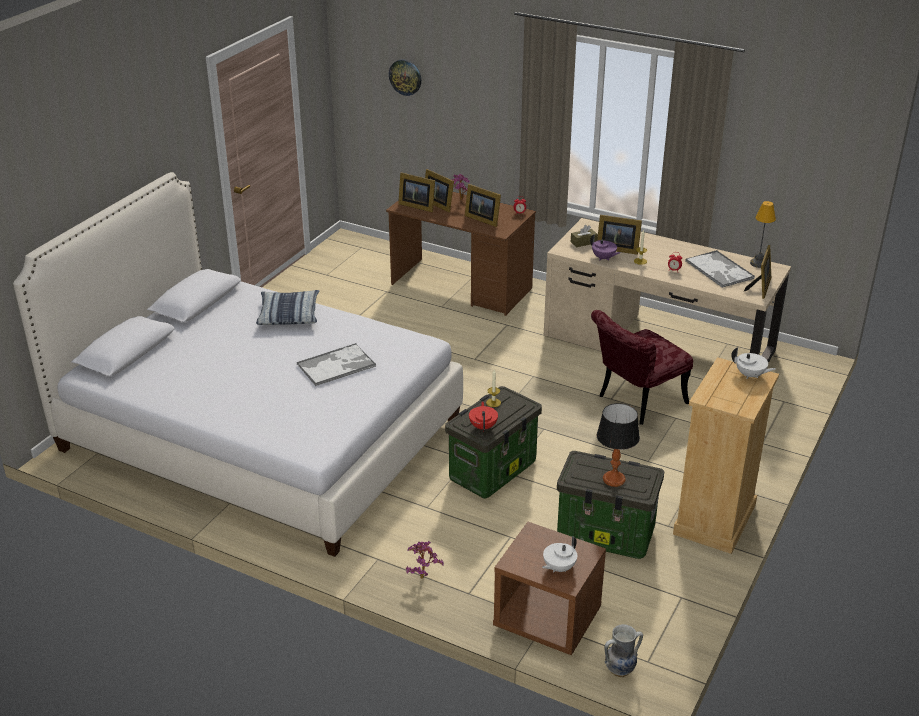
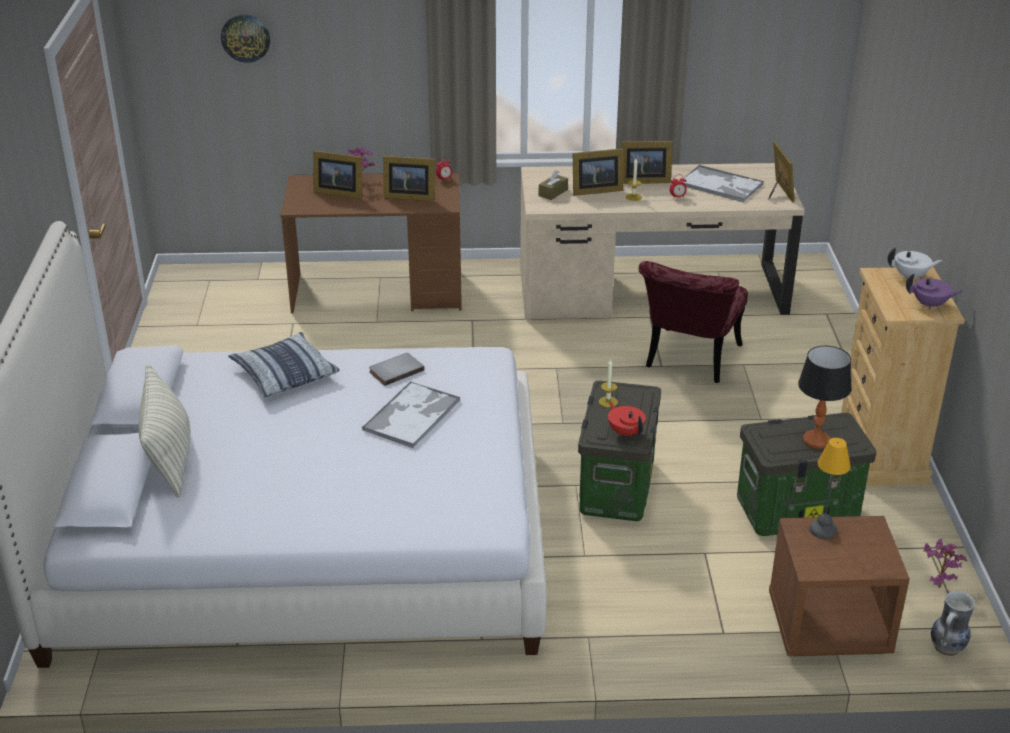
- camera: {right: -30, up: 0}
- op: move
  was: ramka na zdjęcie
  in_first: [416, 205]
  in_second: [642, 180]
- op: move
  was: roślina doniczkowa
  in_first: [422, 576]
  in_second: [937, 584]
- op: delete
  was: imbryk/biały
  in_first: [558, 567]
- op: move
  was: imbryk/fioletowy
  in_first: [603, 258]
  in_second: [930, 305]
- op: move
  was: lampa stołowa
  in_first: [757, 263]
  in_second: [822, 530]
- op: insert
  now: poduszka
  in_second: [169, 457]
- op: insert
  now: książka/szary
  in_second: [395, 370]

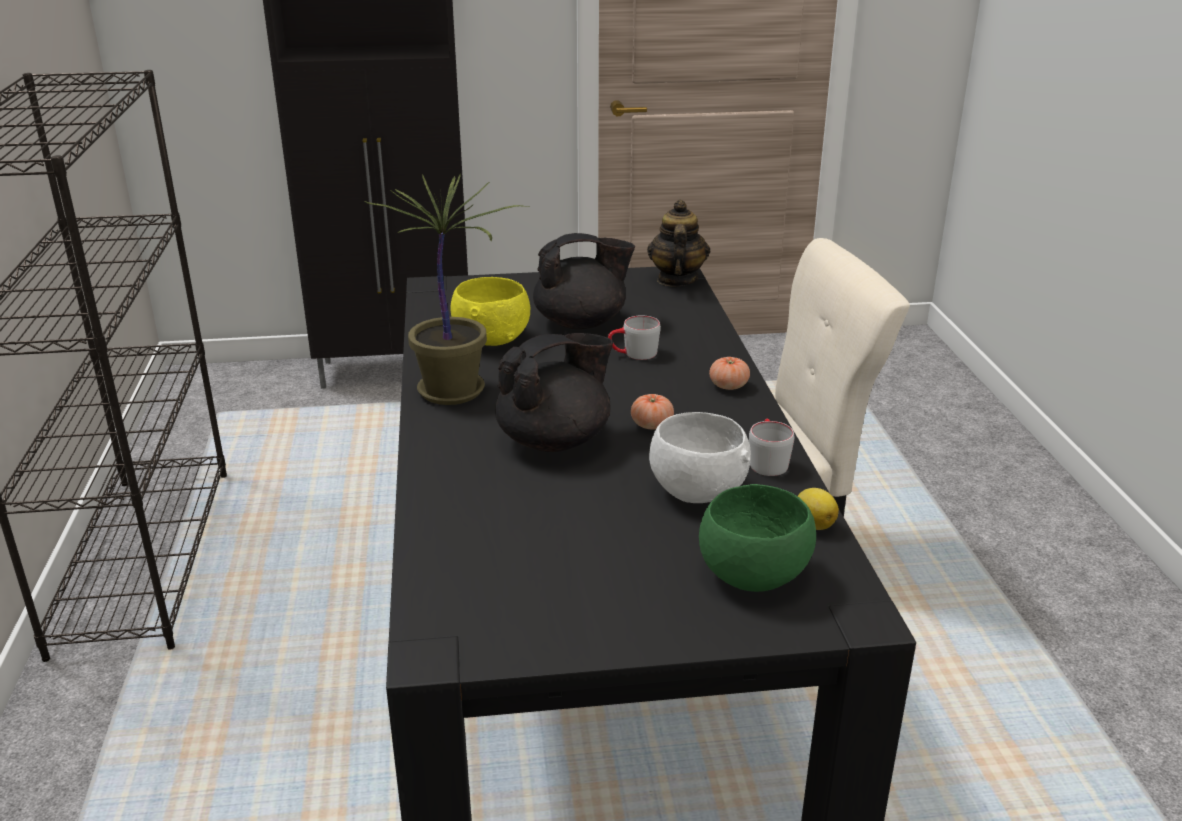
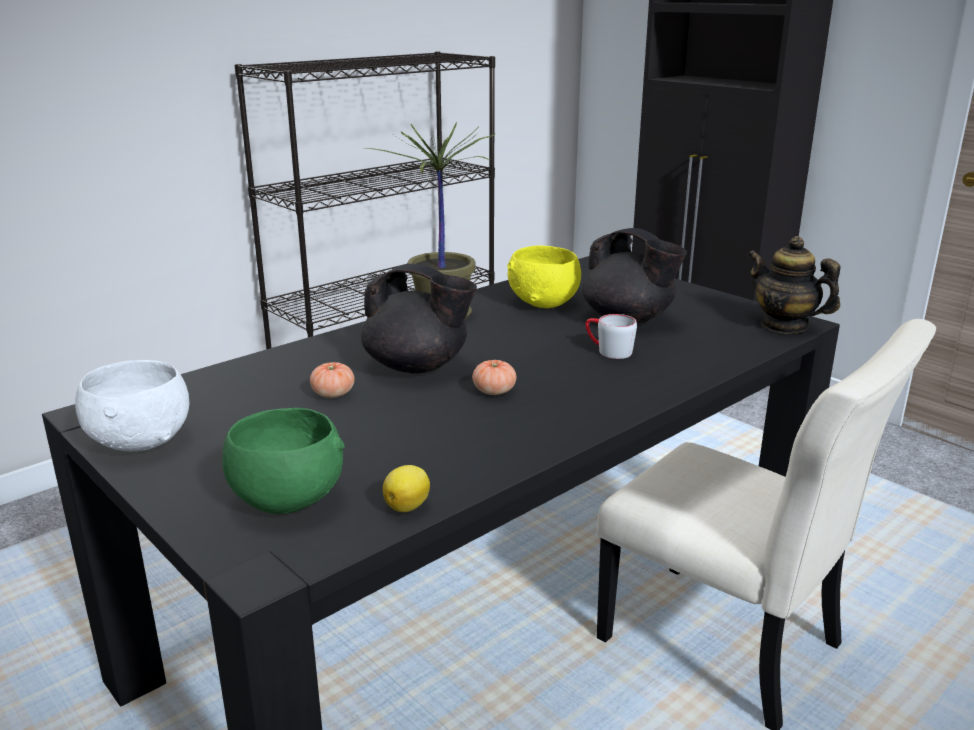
- camera: {right: 55, up: -5}
- op: rotate
  was: imbryk
  in_first: [676, 280]
  in_second: [784, 325]
  clockwise: -105
- op: move
  was: miska/biały
  in_first: [696, 491]
  in_second: [141, 441]
- op: move
  was: pomidor
  in_first: [728, 386]
  in_second: [333, 394]
- op: delete
  was: kubek/szary
  in_first: [767, 461]

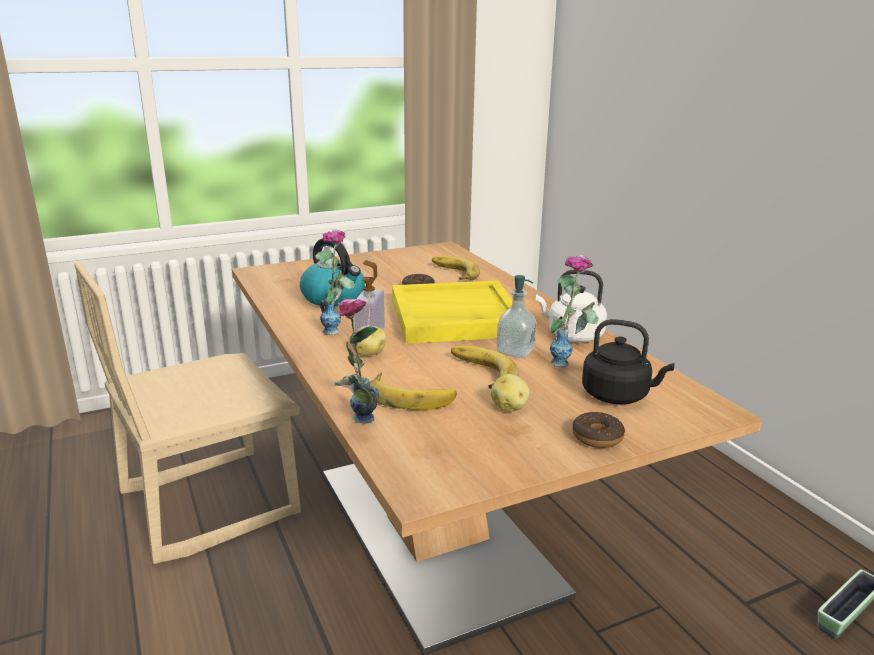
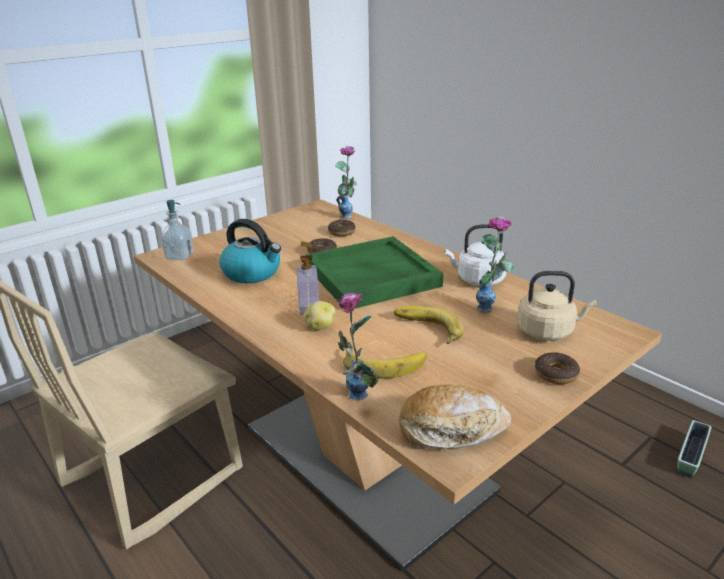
- camera: {right: -15, up: 5}
- op: move
  was: wazon
  in_first: [338, 328]
  in_second: [348, 214]
- op: recolor
  was: taca/żółty
  now: taca/zielony
  in_first: [454, 317]
  in_second: [371, 277]
- op: replace
  was: banan
  now: donut
  in_first: [452, 273]
  in_second: [341, 232]
- op: delete
  was: ziemniak
  in_first: [510, 407]
- op: move
  was: dozownik mydła
  in_first: [515, 352]
  in_second: [179, 256]
- op: recolor
  was: czajnik/czarny
  now: czajnik/beżowy
  in_first: [618, 396]
  in_second: [548, 331]
- op: insert
  now: chleb
  in_second: [451, 429]

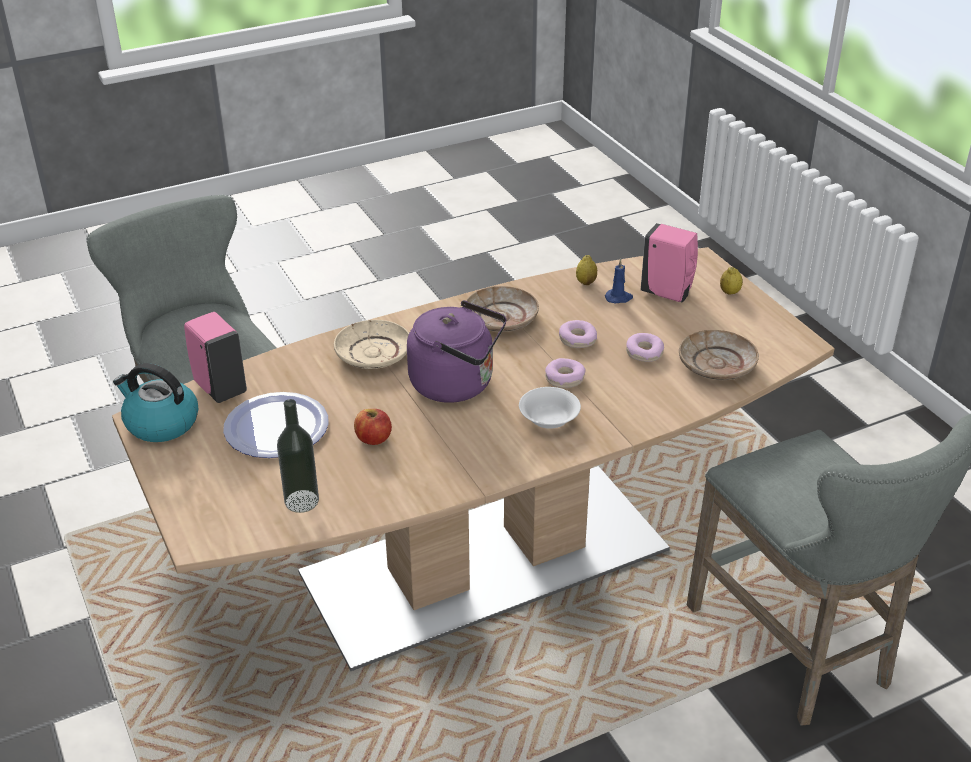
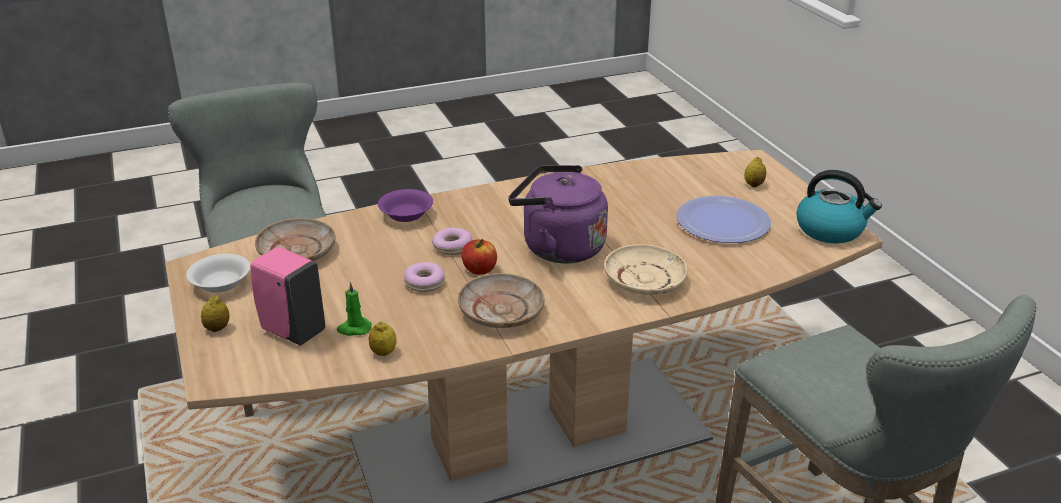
- camera: {right: -175, up: -5}
- op: delete
  was: dozownik mydła/różowy
  in_first: [219, 388]
- op: delete
  was: butelka
  in_first: [301, 501]
- op: move
  was: jabłko
  in_first: [373, 439]
  in_second: [479, 269]
- op: move
  was: miska/biały
  in_first: [548, 418]
  in_second: [221, 284]
- op: recolor
  was: świeca/niebieski
  now: świeca/zielony
  in_first: [619, 298]
  in_second: [354, 328]
- op: delete
  was: donut
  in_first: [644, 353]
- op: insert
  now: miska/fioletowy
  in_second: [407, 216]
- op: insert
  now: cytryna
  in_second: [753, 185]

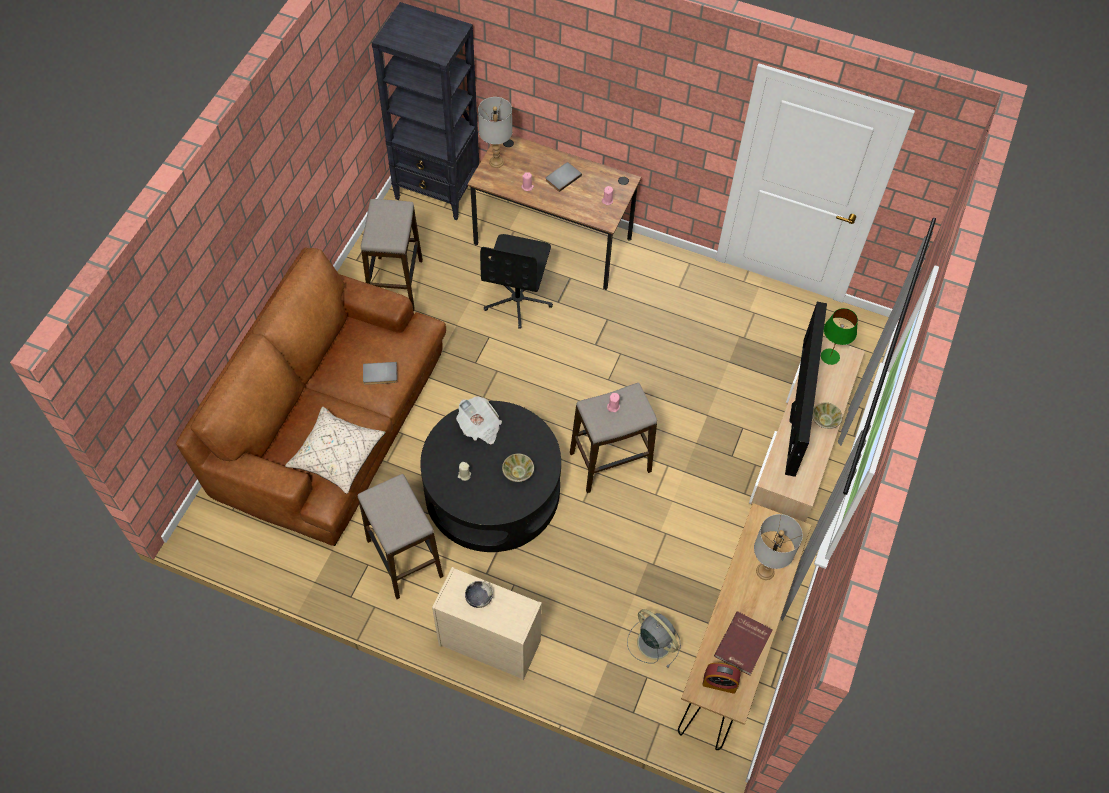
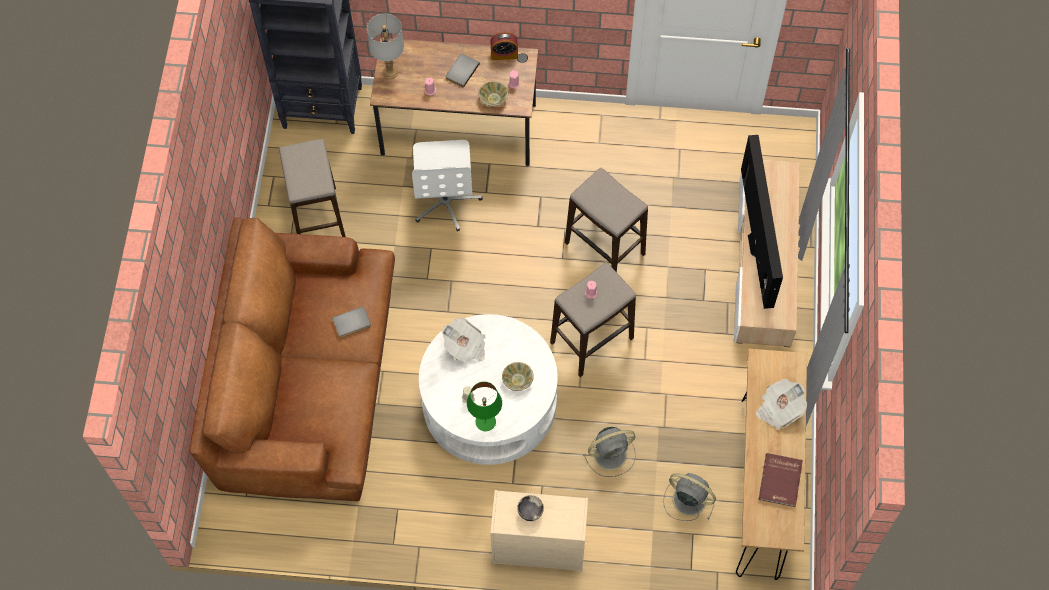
- camera: {right: -15, up: 5}
- op: delete
  was: poduszka/beżowy
  in_first: [336, 455]
- op: move
  was: stołek
  in_first: [404, 558]
  in_second: [604, 249]
- op: recolor
  was: ława/czarny
  now: ława/biały
  in_first: [492, 490]
  in_second: [489, 401]
- op: recolor
  was: krzesło biurowe/czarny
  now: krzesło biurowe/biały
  in_first: [518, 299]
  in_second: [446, 201]
- op: move
  was: budzik
  in_first: [719, 683]
  in_second: [504, 54]
- op: replace
  was: lampa stołowa/szary
  now: gazeta
  in_first: [765, 571]
  in_second: [779, 409]
- op: move
  was: miska/beżowy
  in_first: [824, 420]
  in_second: [493, 99]
- op: move
  was: lampa stołowa/zielony
  in_first: [830, 357]
  in_second: [486, 422]
- op: insert
  now: wentylator/szary
  in_second: [611, 454]

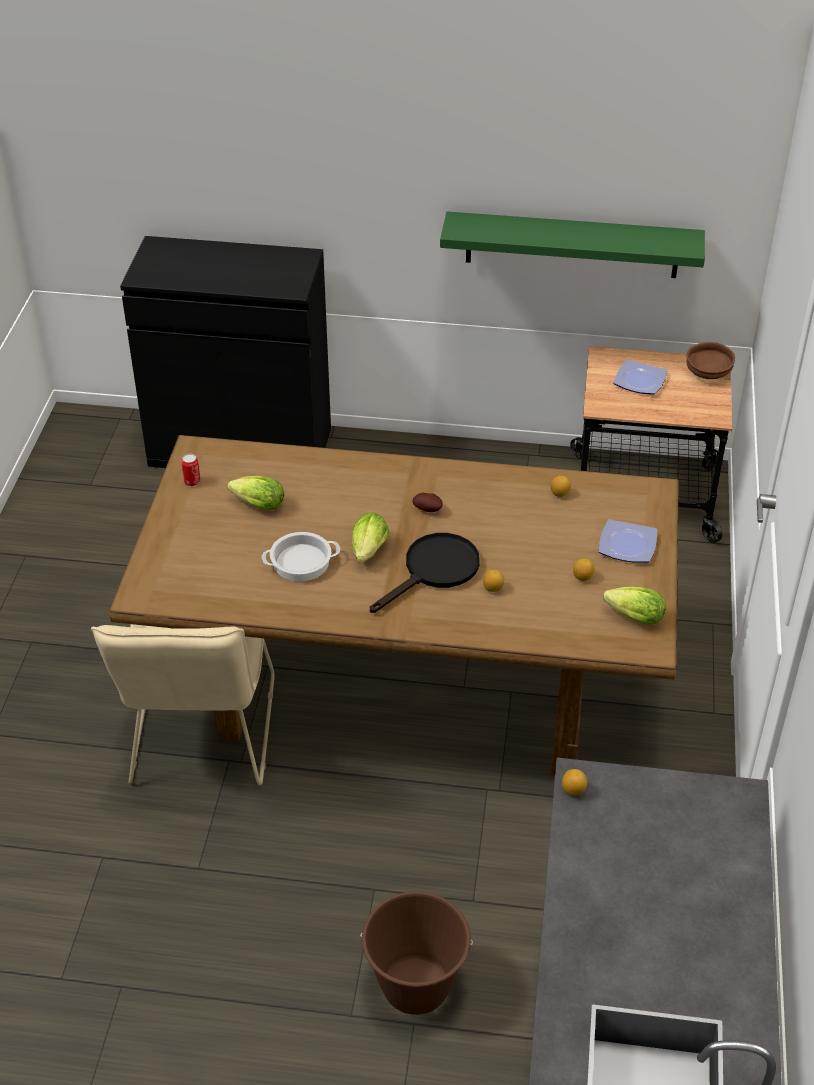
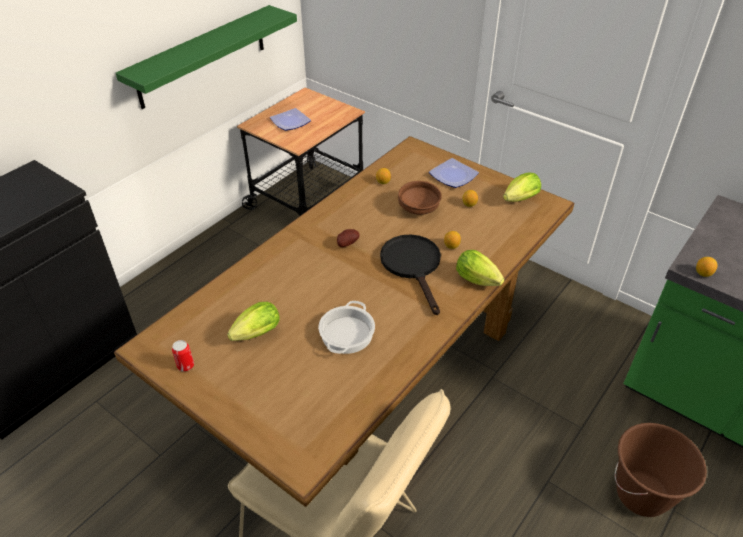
- camera: {right: -60, up: 0}
- op: move
  was: sałata
  in_first: [368, 553]
  in_second: [479, 281]
- op: move
  was: miska/brązowy
  in_first: [707, 374]
  in_second: [418, 209]

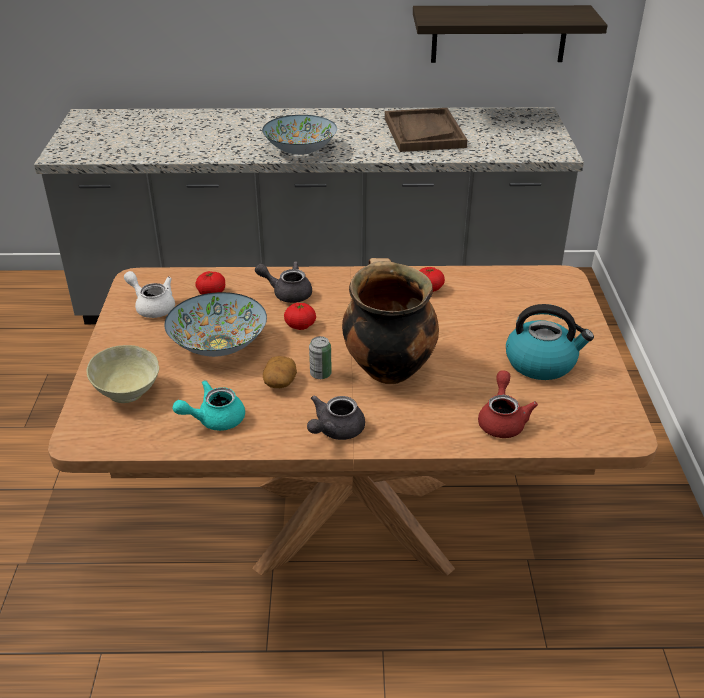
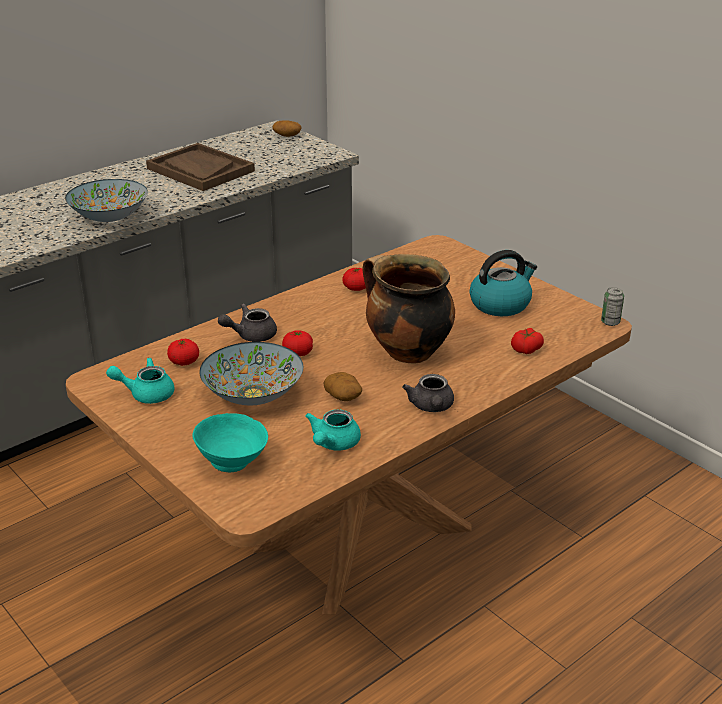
- camera: {right: -40, up: -5}
- op: recolor
  was: miska/beżowy
  now: miska/turkusowy
  in_first: [127, 394]
  in_second: [232, 462]
- op: recolor
  was: imbryk/biały
  now: imbryk/turkusowy
  in_first: [152, 306]
  in_second: [146, 394]
- op: move
  was: puszka
  in_first: [320, 374]
  in_second: [610, 322]
- op: delete
  was: półka
  in_first: [499, 34]
- op: replace
  was: imbryk/czerwony
  now: pomidor
  in_first: [502, 420]
  in_second: [526, 349]
- op: insert
  now: ziemniak
  in_second: [287, 135]

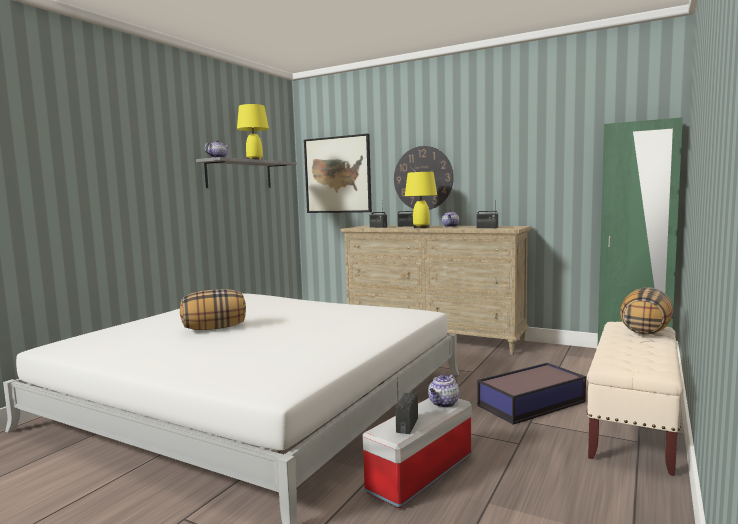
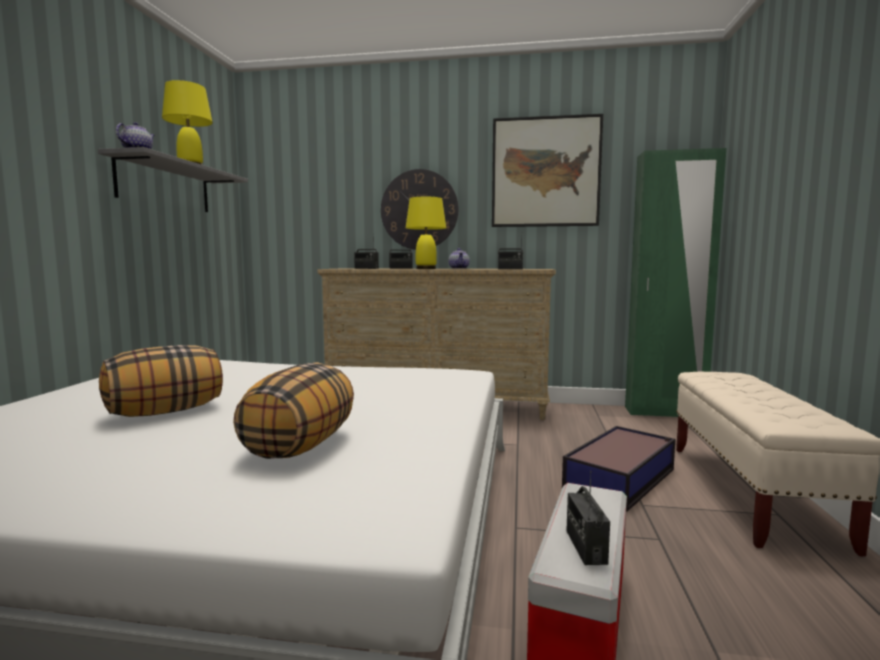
- camera: {right: -20, up: 0}
- op: move
  was: obraz
  in_first: [337, 175]
  in_second: [545, 172]
- op: delete
  was: imbryk
  in_first: [443, 404]
- op: move
  was: poduszka
  in_first: [645, 330]
  in_second: [300, 446]

